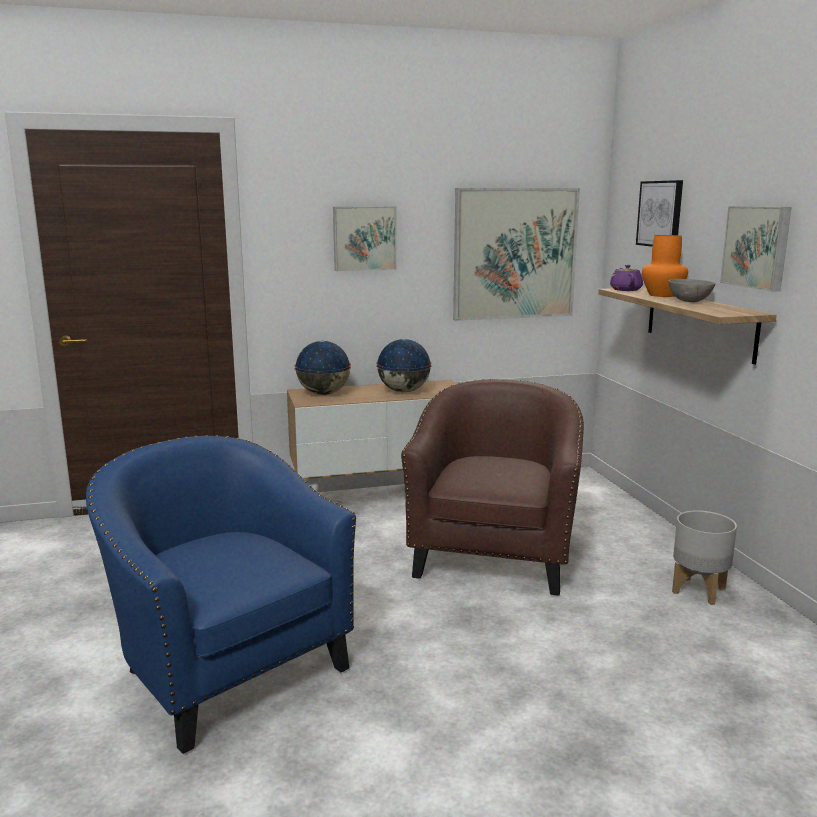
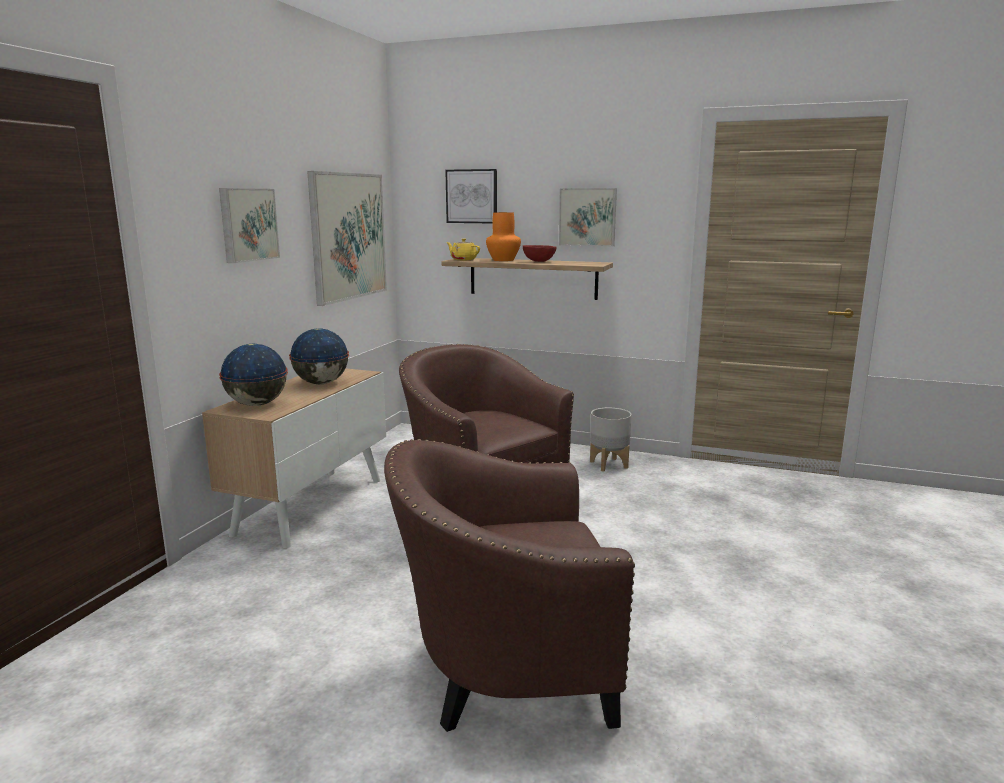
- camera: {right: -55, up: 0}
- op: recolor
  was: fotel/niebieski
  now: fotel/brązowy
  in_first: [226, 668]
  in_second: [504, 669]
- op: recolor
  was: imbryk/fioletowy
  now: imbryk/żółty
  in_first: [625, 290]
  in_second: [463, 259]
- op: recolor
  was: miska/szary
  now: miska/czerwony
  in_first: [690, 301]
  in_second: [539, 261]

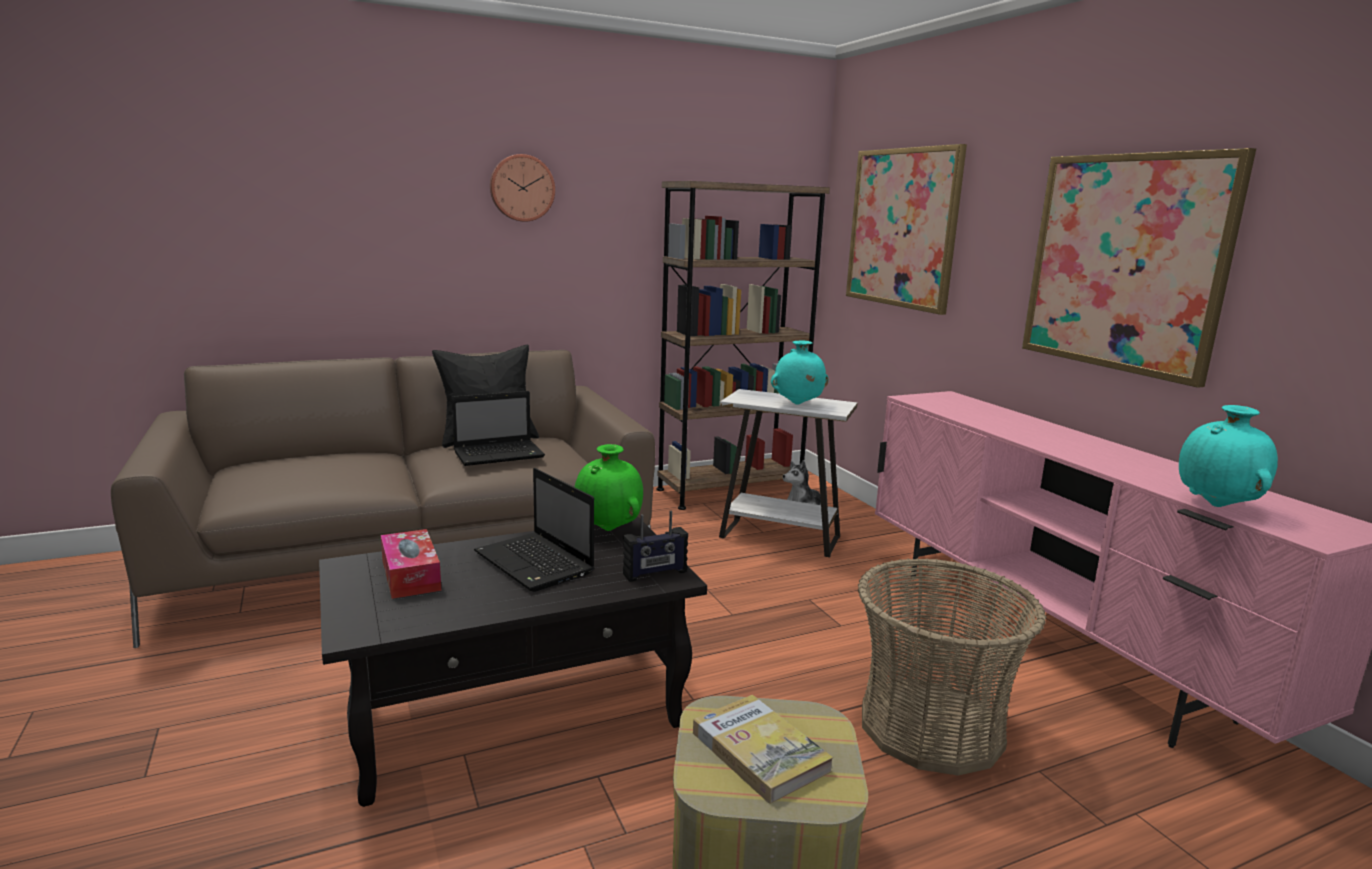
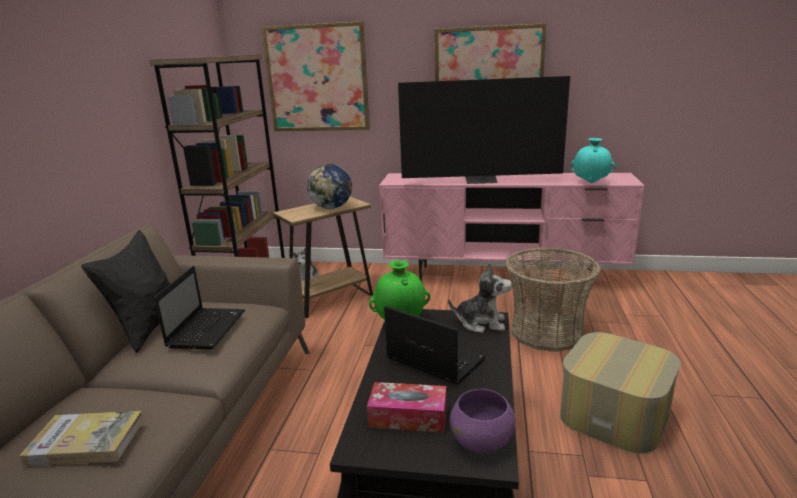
- camera: {right: -55, up: 5}
- op: rotate
  was: laptop
  in_first: [536, 564]
  in_second: [433, 359]
  clockwise: -135
- op: delete
  was: zegar ścienny
  in_first: [521, 188]
- op: replace
  was: radio
  now: pluszak
  in_first: [655, 573]
  in_second: [481, 323]
- op: move
  was: książka
  in_first: [759, 751]
  in_second: [86, 442]
- op: recolor
  was: stolik/biały
  now: stolik/brązowy
  in_first: [779, 537]
  in_second: [331, 299]
- op: replace
  was: wazon/turkusowy
  now: globus
  in_first: [797, 404]
  in_second: [331, 207]
- op: insert
  now: telewizor
  in_second: [481, 180]
- op: insert
  now: miska/fioletowy
  in_second: [482, 441]

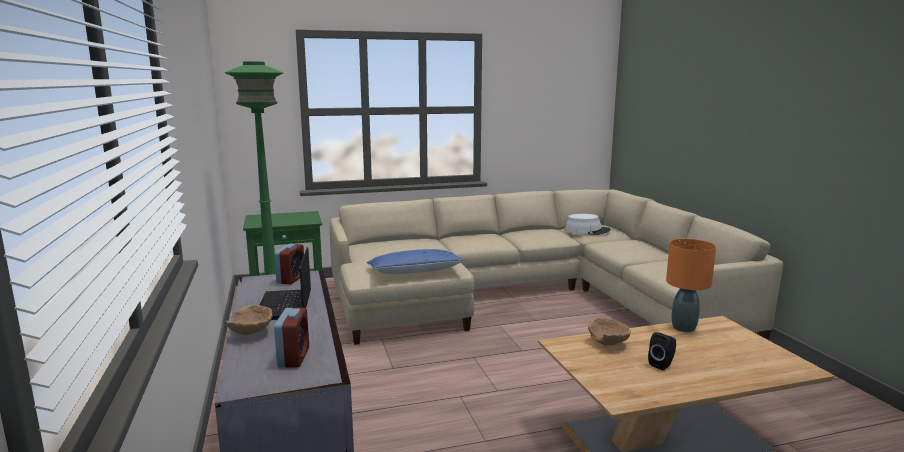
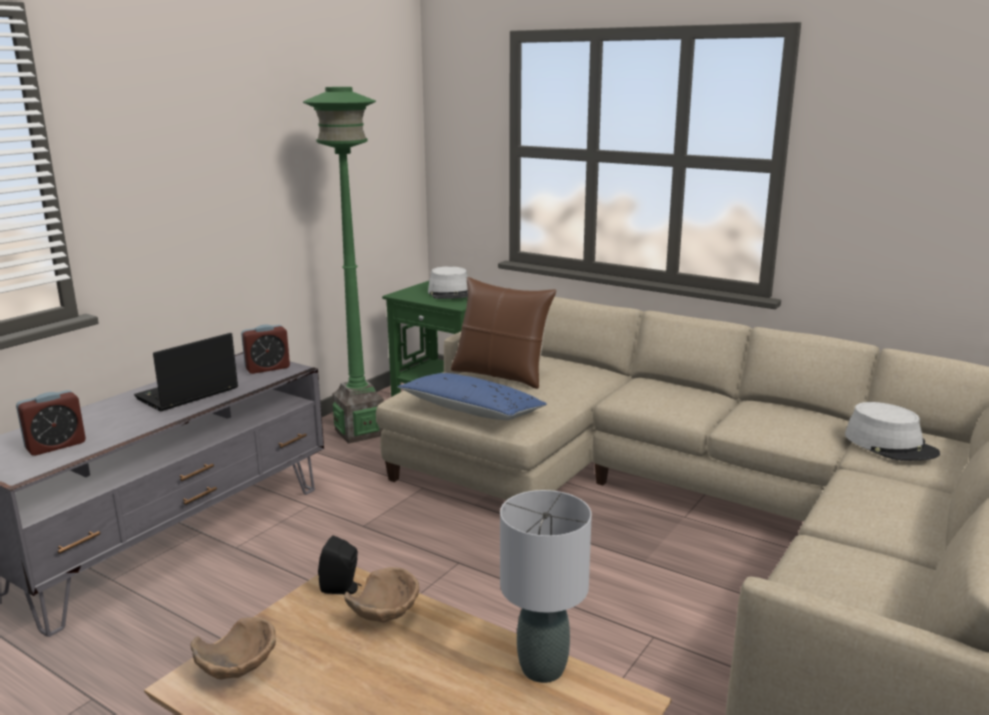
- camera: {right: 50, up: 5}
- op: move
  was: miska/brązowy
  in_first: [252, 334]
  in_second: [238, 672]
- op: move
  was: głośnik/czarny
  in_first: [662, 365]
  in_second: [342, 589]
- op: recolor
  was: lampa stołowa/pomarańczowy
  now: lampa stołowa/szary
  in_first: [683, 328]
  in_second: [542, 668]
- op: insert
  now: kapelusz/szary
  in_second: [451, 293]
- op: insert
  now: poduszka/brązowy
  in_second: [501, 375]

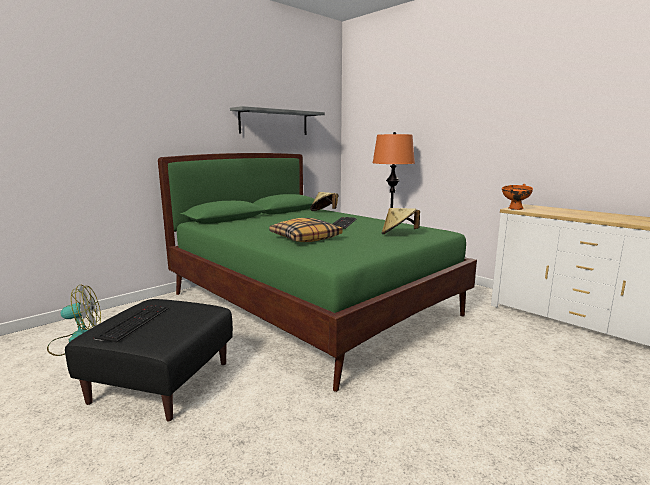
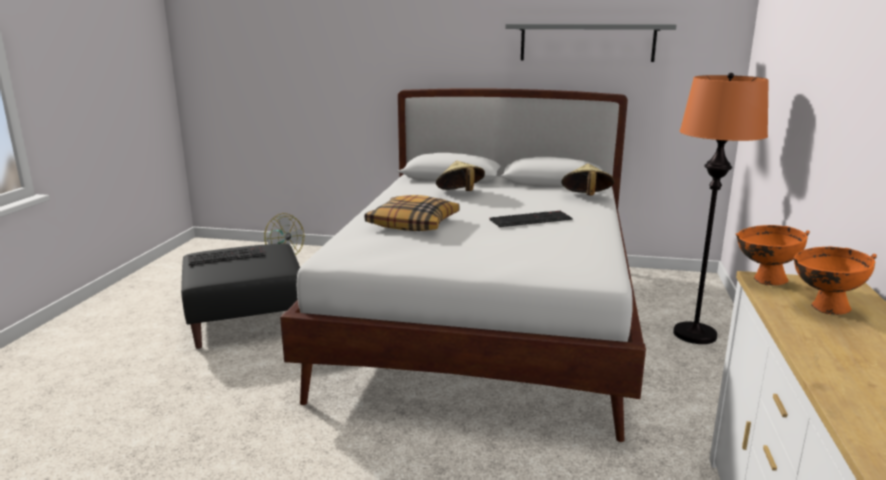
- camera: {right: 55, up: 5}
- op: recolor
  was: łóżko/zielony
  now: łóżko/biały
  in_first: [311, 304]
  in_second: [486, 322]
- op: move
  was: kapelusz/beżowy
  in_first: [398, 234]
  in_second: [460, 193]
- op: insert
  now: miska/pomarańczowy
  in_second: [822, 308]

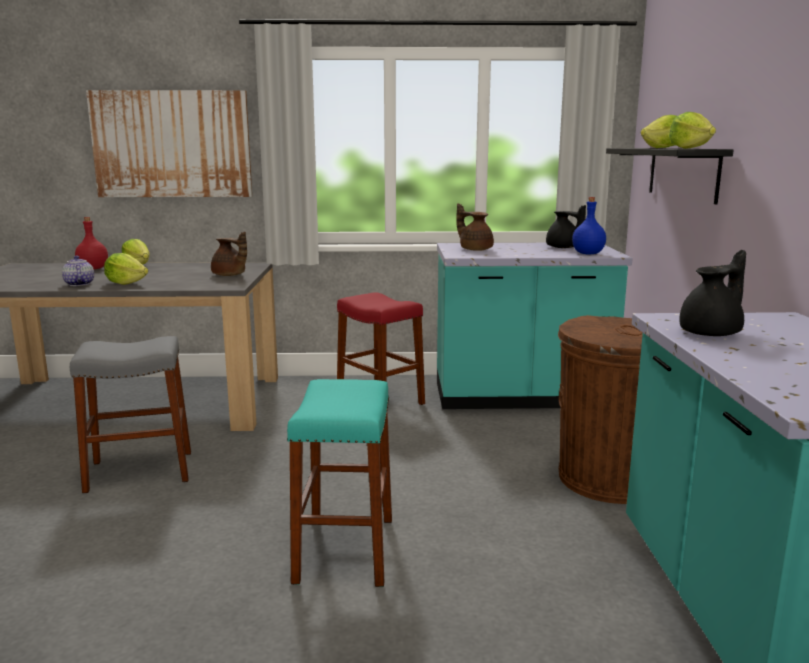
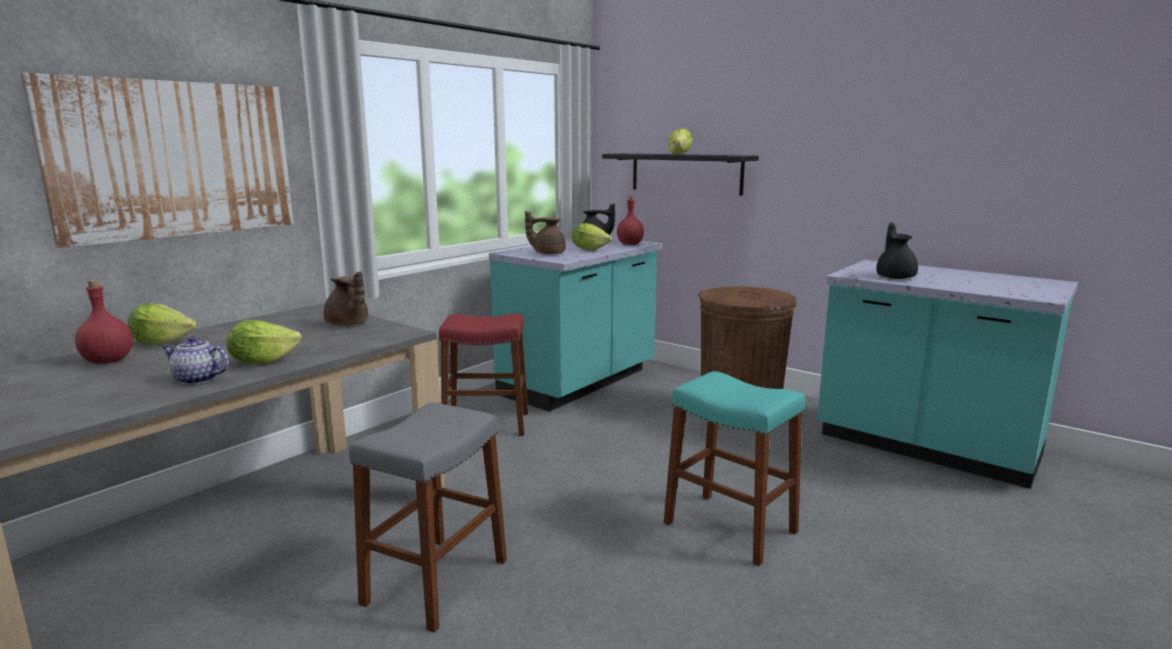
- camera: {right: -50, up: 0}
- op: rotate
  was: imbryk/brązowy
  in_first: [229, 275]
  in_second: [348, 324]
  clockwise: 60
- op: recolor
  was: butelka/niebieski
  now: butelka/czerwony
  in_first: [587, 254]
  in_second: [629, 244]
- op: move
  was: sałata
  in_first: [689, 148]
  in_second: [589, 249]

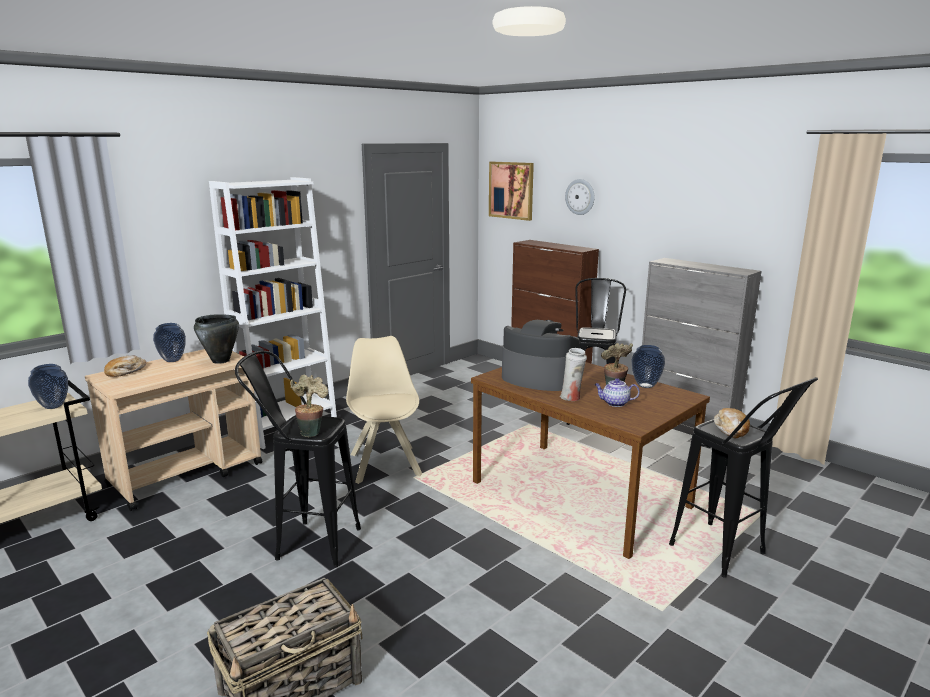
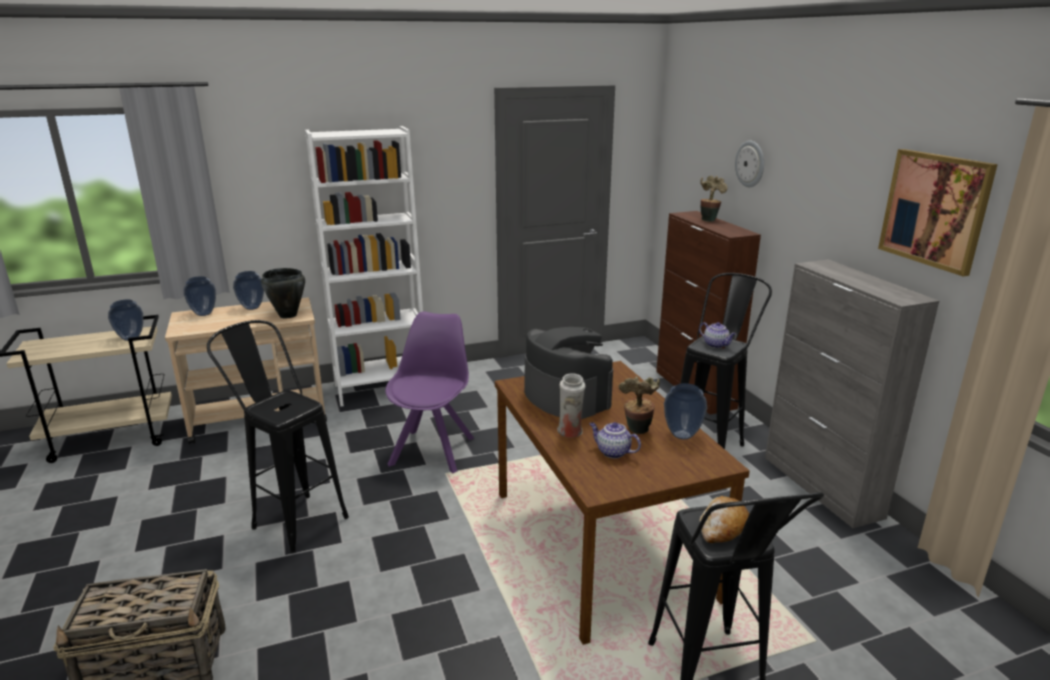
- camera: {right: 25, up: 5}
- op: replace
  was: chleb
  now: wazon
  in_first: [125, 371]
  in_second: [204, 313]
- op: move
  was: roślina doniczkowa
  in_first: [311, 432]
  in_second: [709, 219]
- op: recolor
  was: krzesło/beżowy
  now: krzesło/fioletowy
  in_first: [385, 463]
  in_second: [433, 449]
- op: move
  was: obraz
  in_first: [511, 190]
  in_second: [935, 210]
- op: insert
  now: imbryk
  in_second: [716, 345]

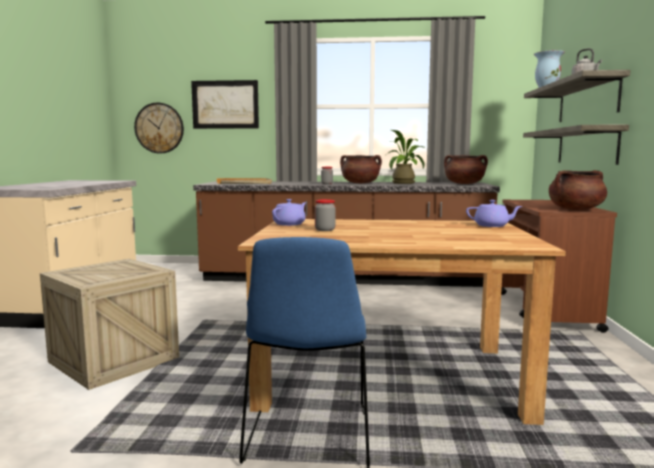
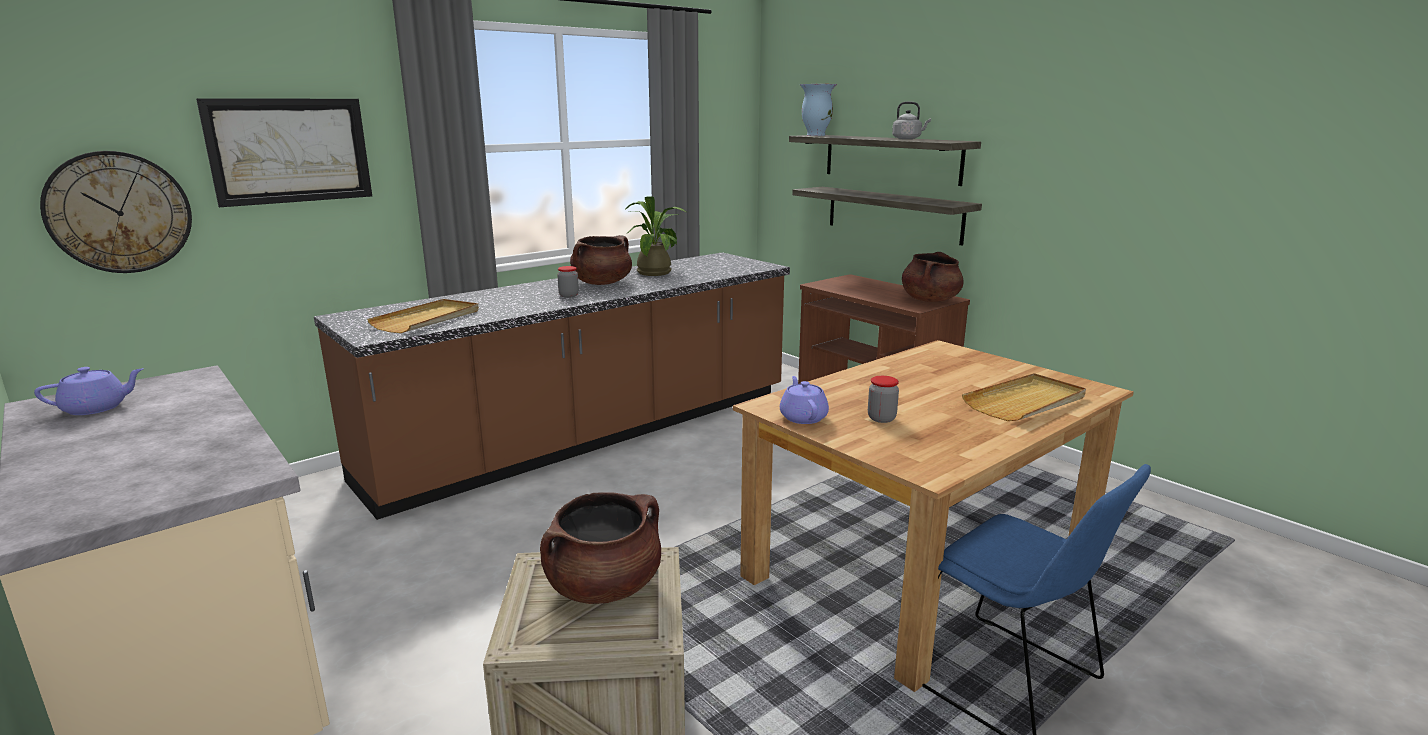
- camera: {right: -45, up: 10}
- op: move
  was: garnek/brązowy
  in_first: [464, 184]
  in_second: [604, 586]
- op: move
  was: imbryk/fioletowy
  in_first: [492, 226]
  in_second: [97, 408]
- op: insert
  now: taca/beżowy
  in_second: [1025, 402]

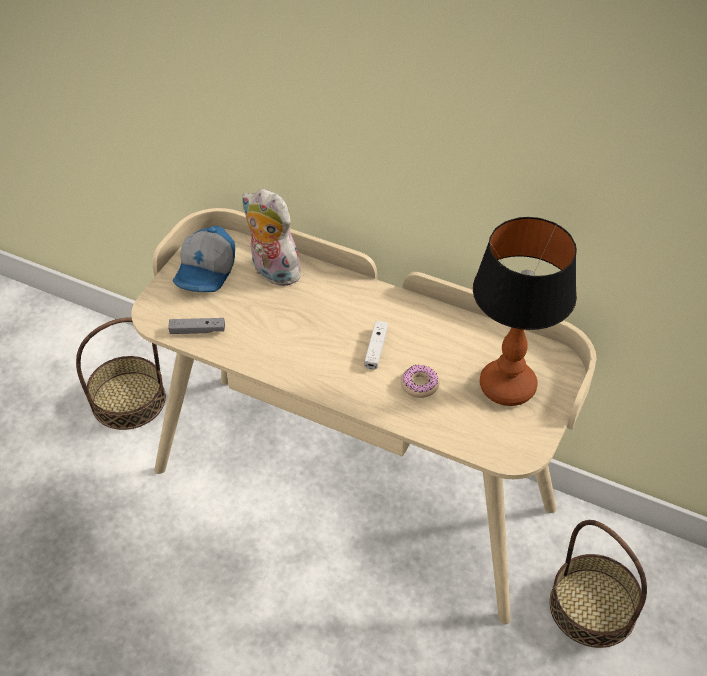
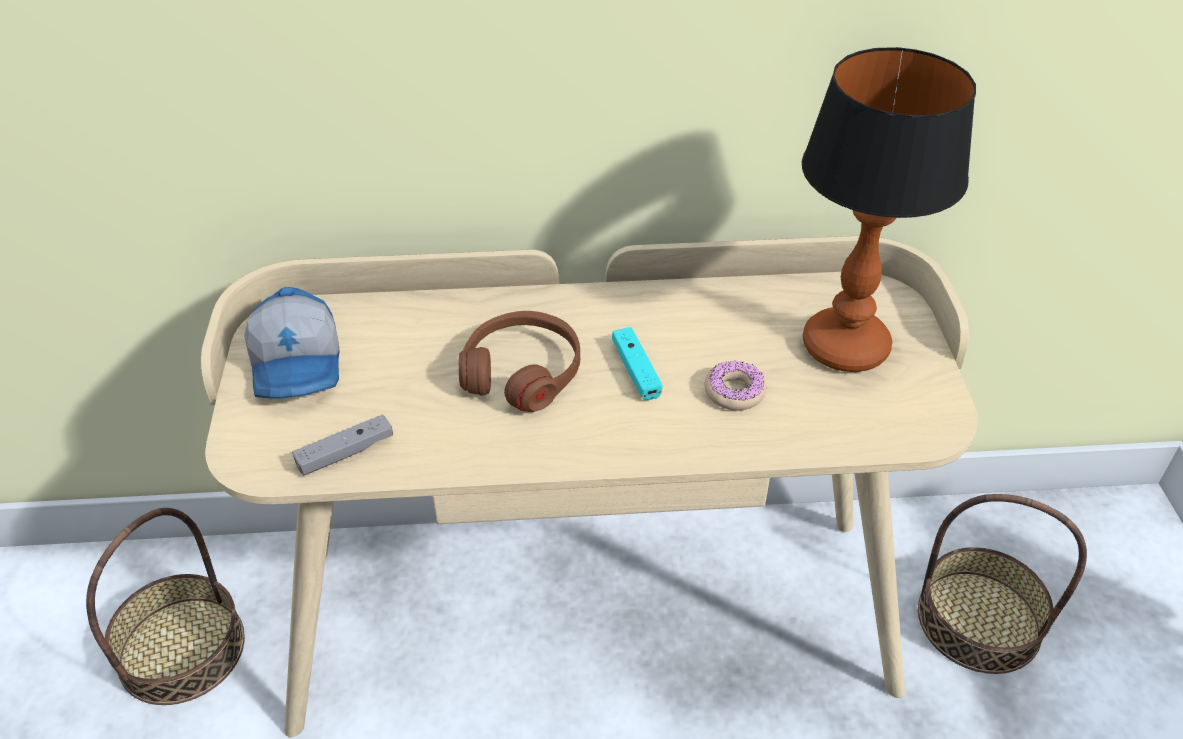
- camera: {right: -30, up: -5}
- op: delete
  was: pluszak
  in_first: [272, 272]
- op: recolor
  was: pad do gier/biały
  now: pad do gier/turkusowy
  in_first: [376, 349]
  in_second: [636, 370]
- op: insert
  now: słuchawki/brązowy
  in_second: [522, 372]

